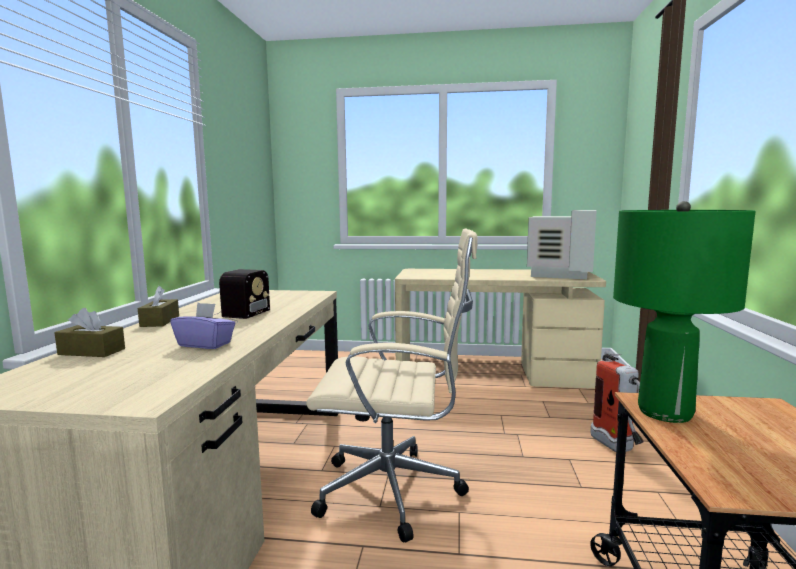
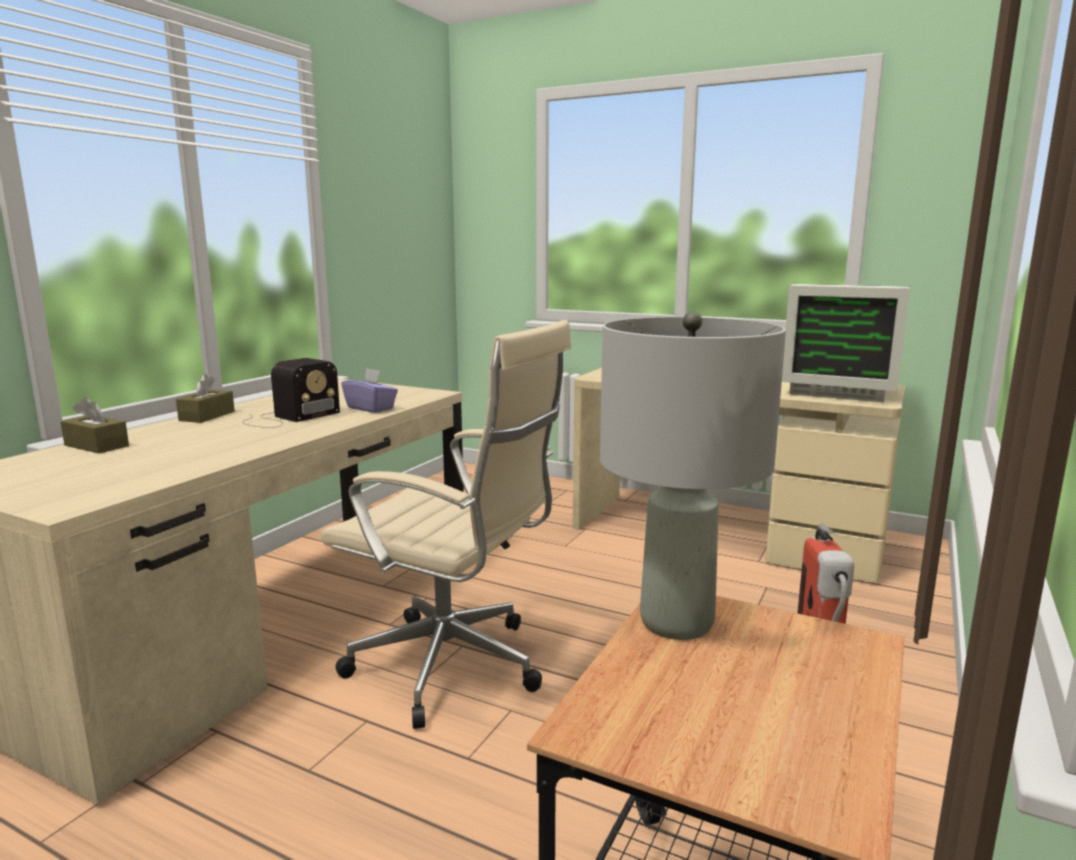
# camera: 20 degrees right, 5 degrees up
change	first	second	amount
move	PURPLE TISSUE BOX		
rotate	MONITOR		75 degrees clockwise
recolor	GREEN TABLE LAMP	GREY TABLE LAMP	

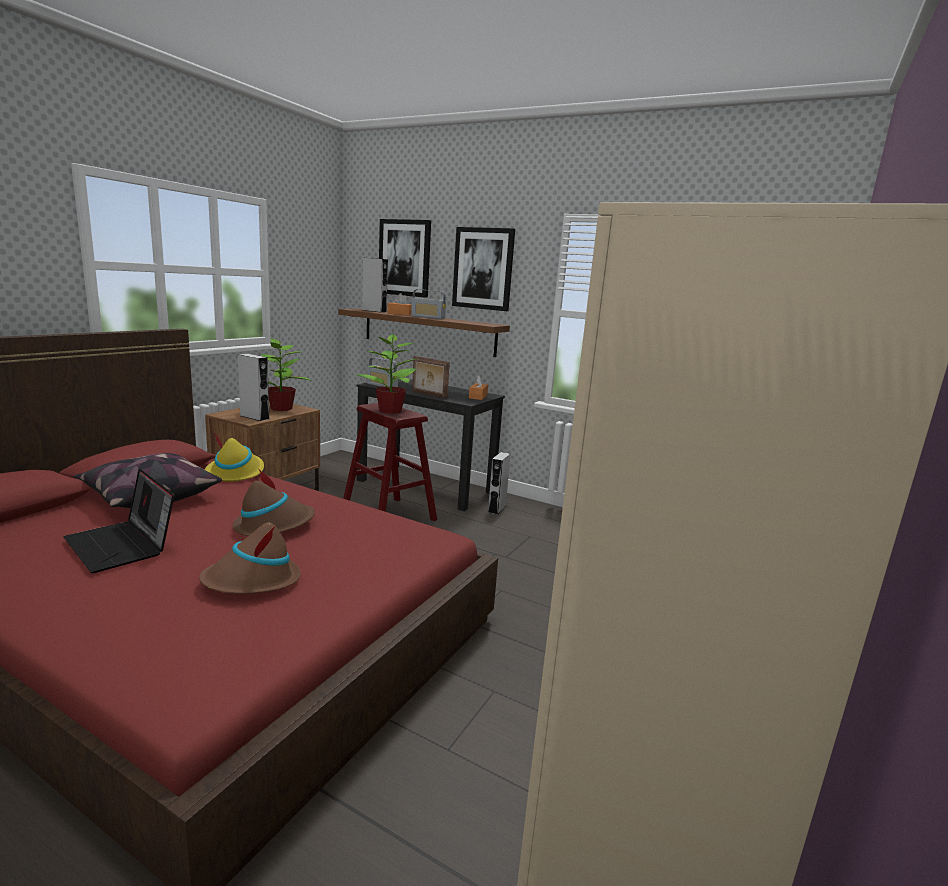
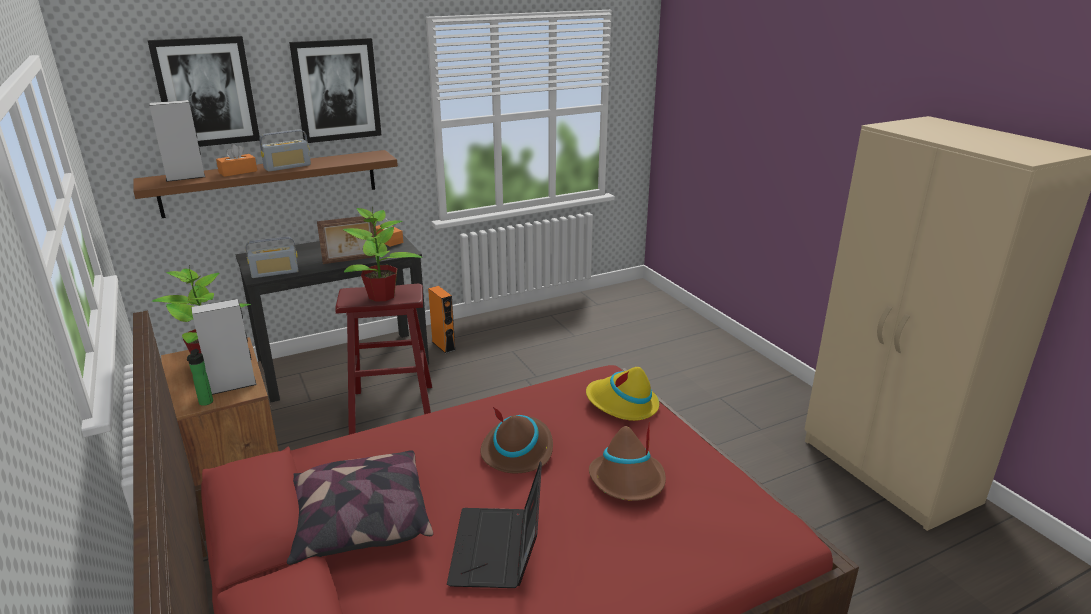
# camera: 55 degrees left, 10 degrees up
change	first	second	amount
rotate	LAPTOP		105 degrees clockwise
move	YELLOW HAT		
recolor	GREY SPEAKER (3rd from left)	ORANGE SPEAKER	
insert		BOTTLE	

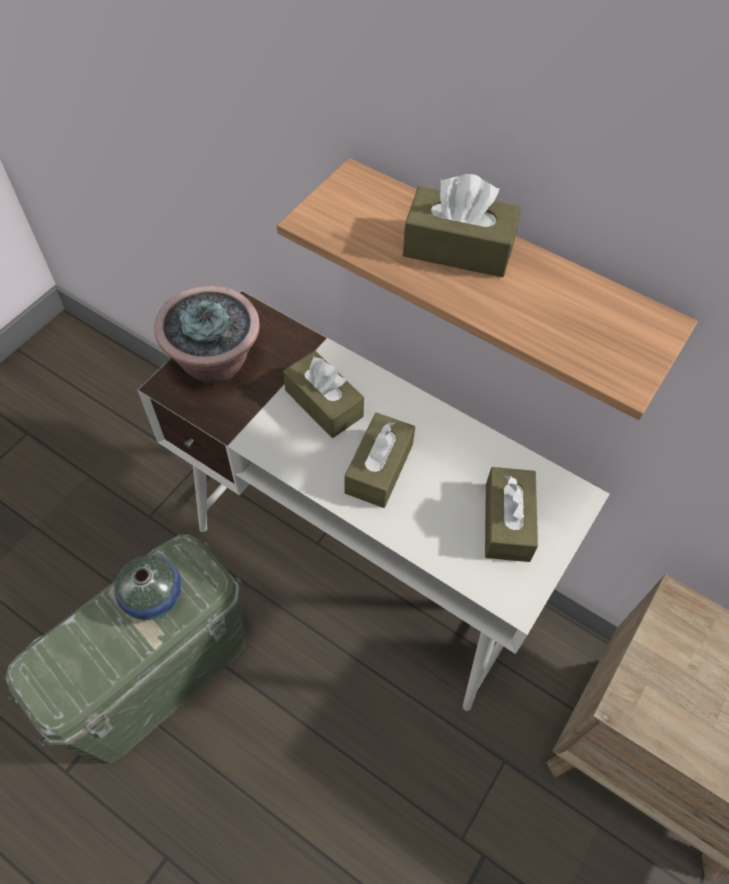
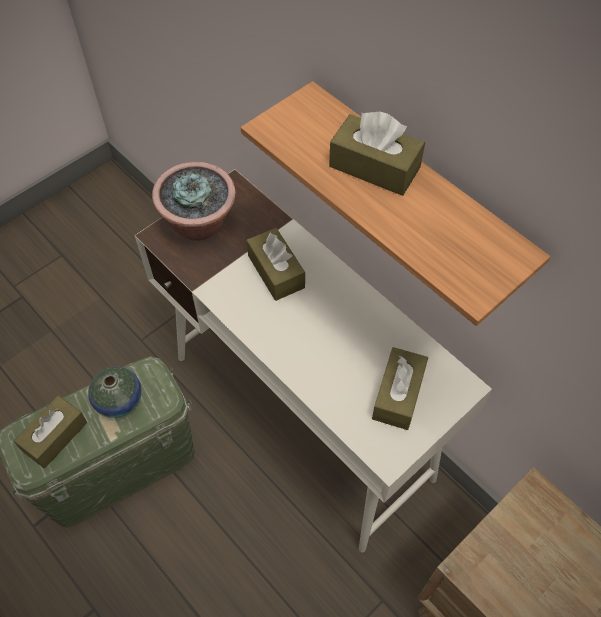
# camera: 15 degrees right, 0 degrees up
change	first	second	amount
move	BROWN TISSUE BOX (2nd from left in the first image)	BROWN TISSUE BOX (1st from left)	

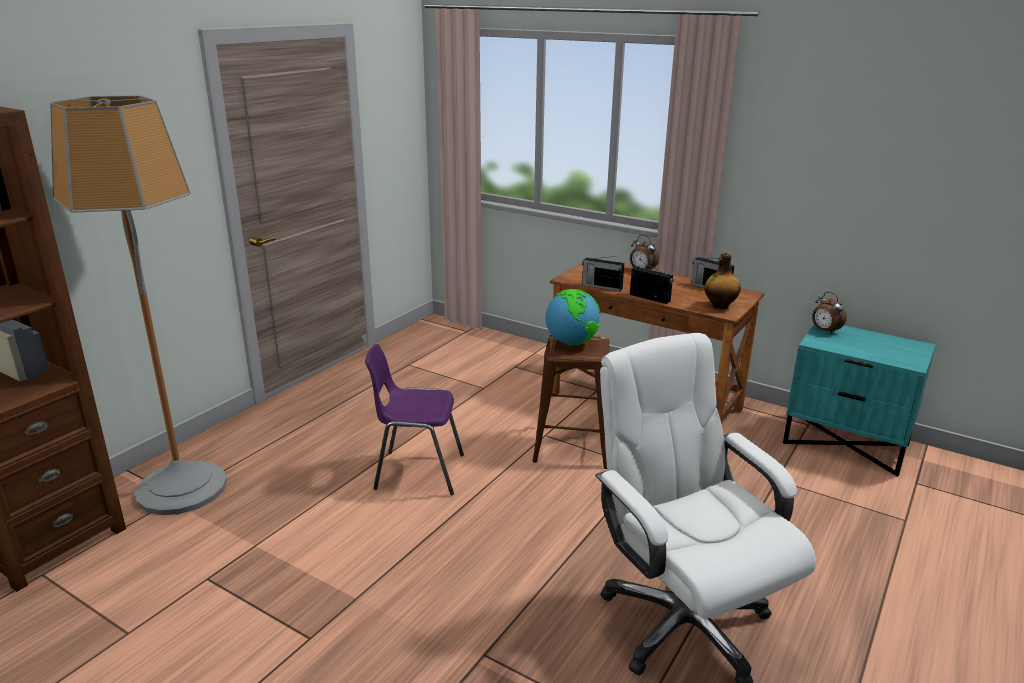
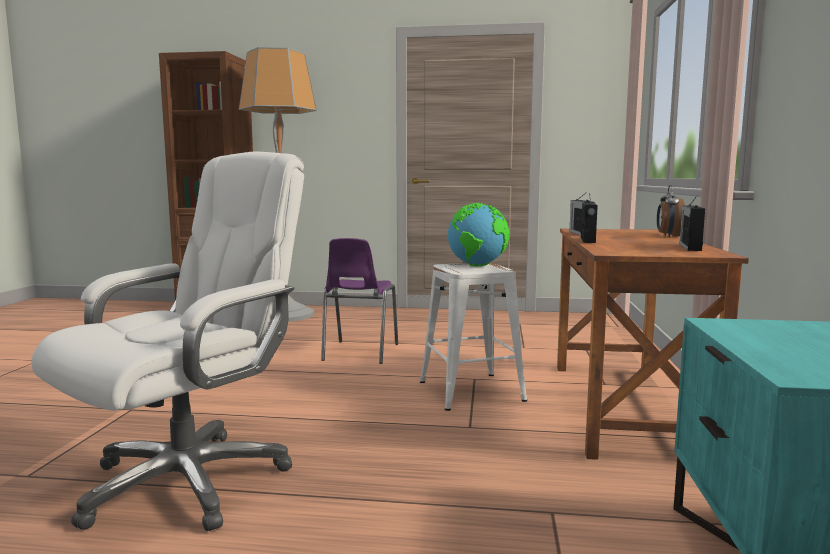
# camera: 65 degrees right, 15 degrees down
change	first	second	amount
rotate	PURPLE CHAIR		150 degrees counterclockwise
recolor	BROWN STOOL	WHITE STOOL	
delete	BOTTLE		
delete	ALARM CLOCK (2nd from left)		

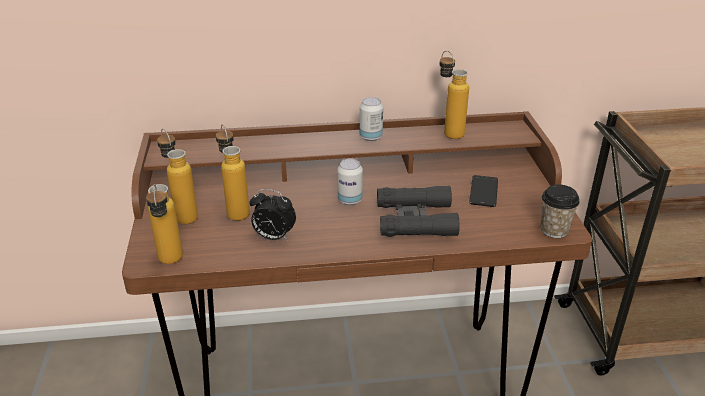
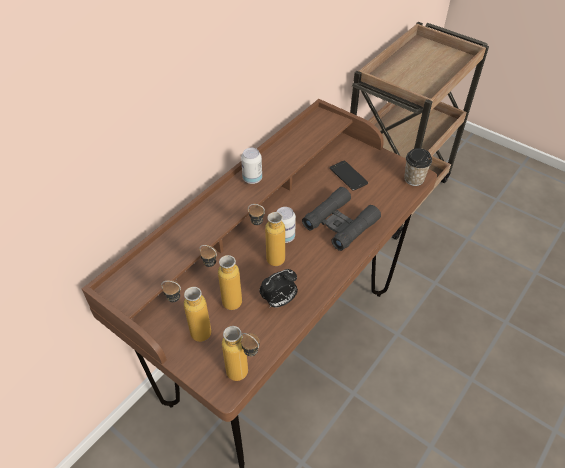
# camera: 45 degrees left, 15 degrees up
change	first	second	amount
move	BOTTLE (4th from left)		

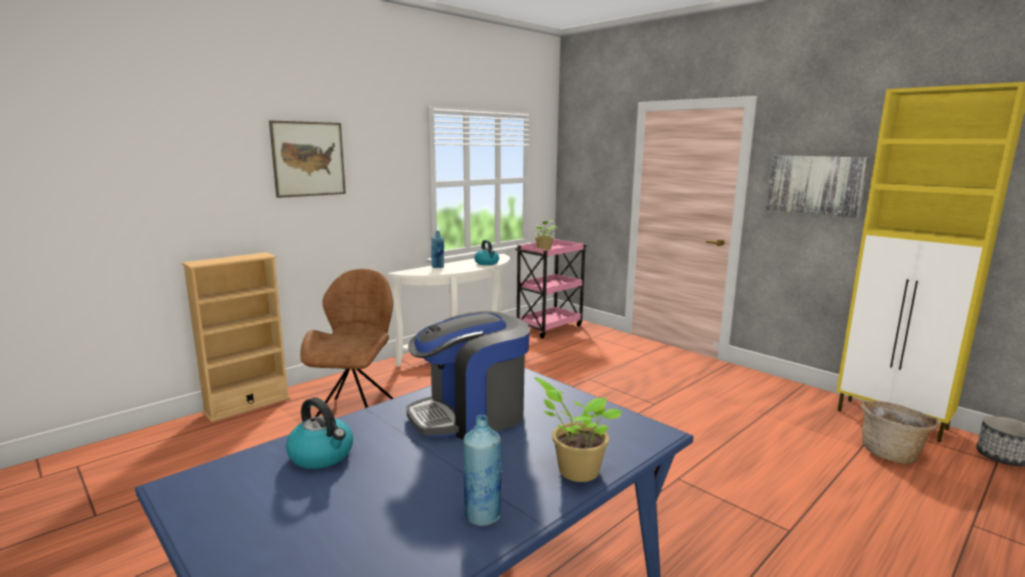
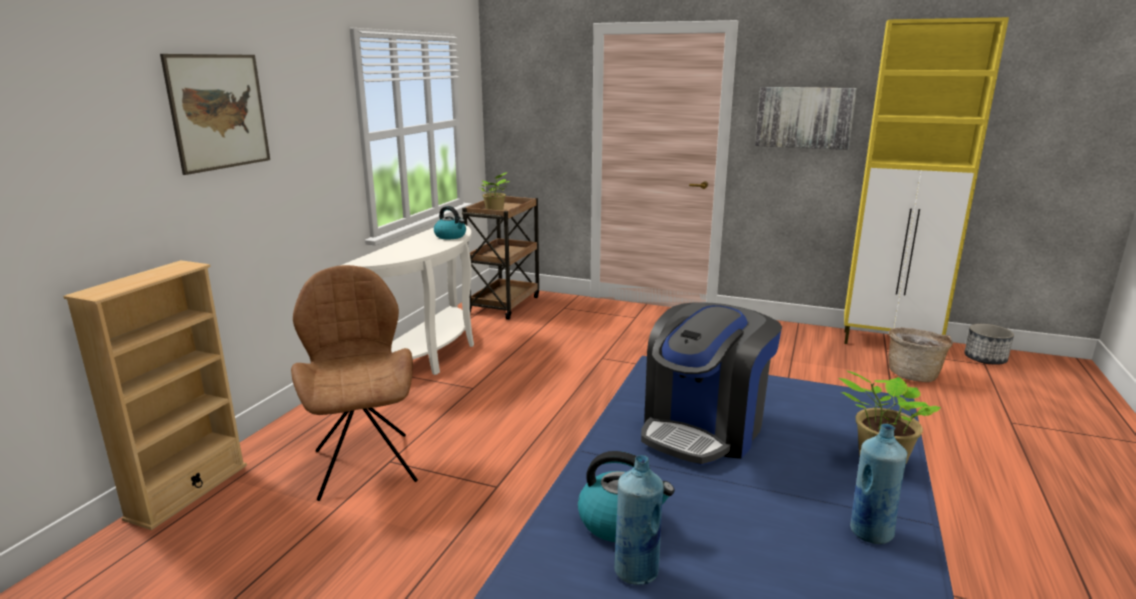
# camera: 25 degrees left, 5 degrees up
change	first	second	amount
move	BLUE BOTTLE (1st from left)		
recolor	PINK CART	BROWN CART	

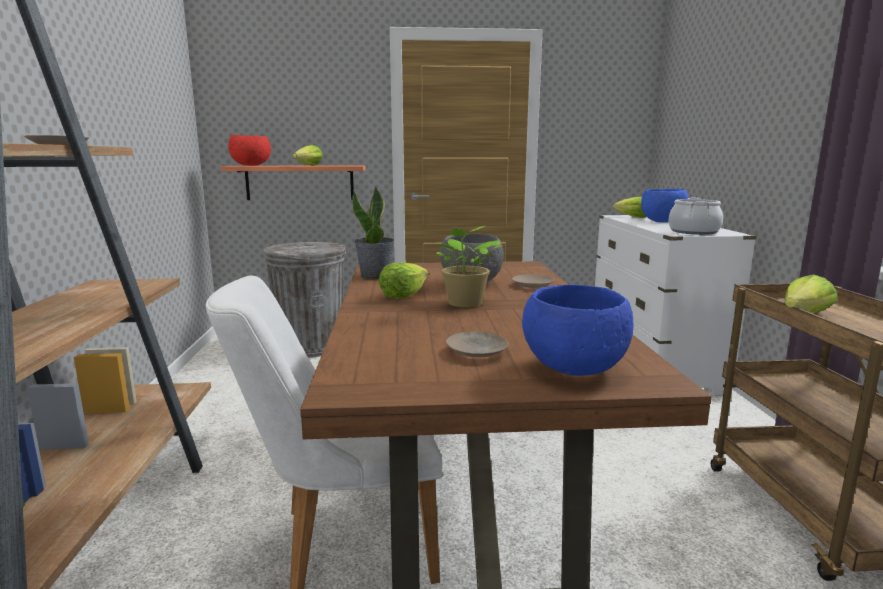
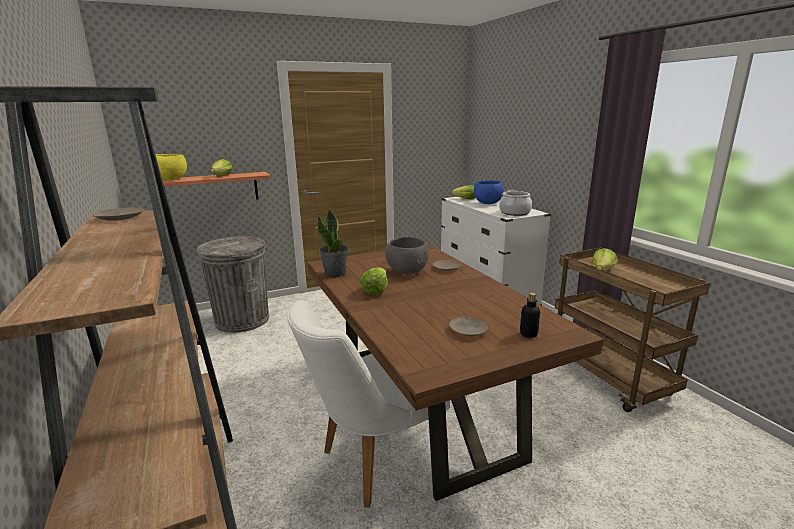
# camera: 20 degrees left, 5 degrees up
change	first	second	amount
recolor	RED BOWL	YELLOW BOWL	
delete	POTTED PLANT (2nd from left)		
replace	BLUE BOWL (1st from left)	BOTTLE	

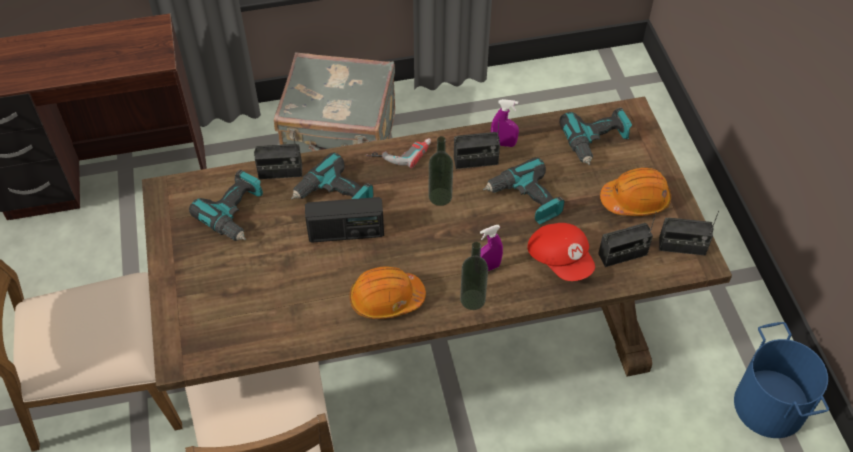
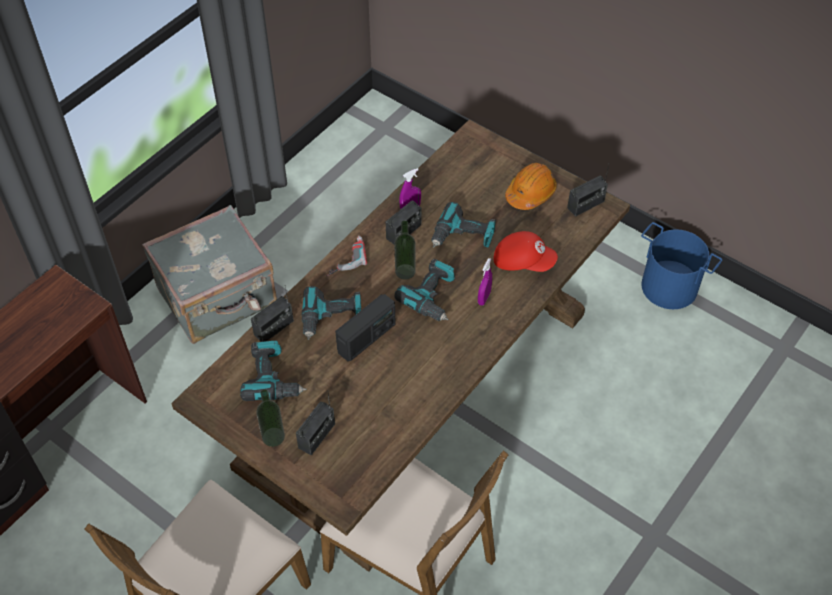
# camera: 40 degrees left, 0 degrees up
change	first	second	amount
delete	ORANGE HARD HAT (1st from left)		
move	BOTTLE (2nd from left in the first image)	BOTTLE (1st from left)	
move	POWER DRILL (5th from left in the first image)	POWER DRILL (4th from left)	
move	RADIO (4th from left in the first image)	RADIO (2nd from left)	

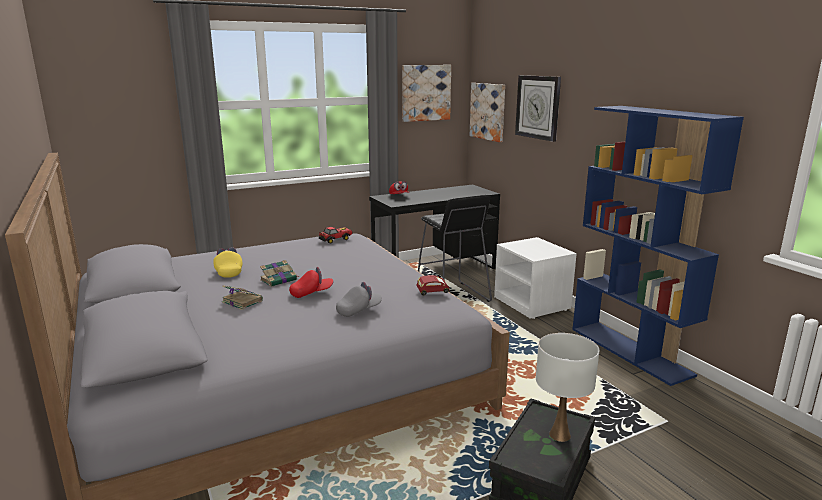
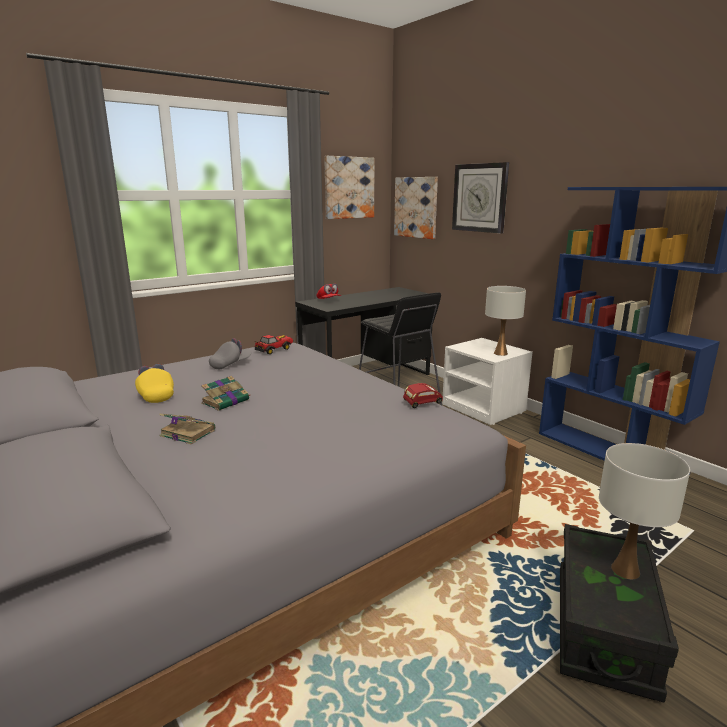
# camera: 10 degrees left, 0 degrees up
change	first	second	amount
delete	RED CAP (1st from left)		
move	GREY CAP		
insert		WHITE TABLE LAMP (1st from left)	

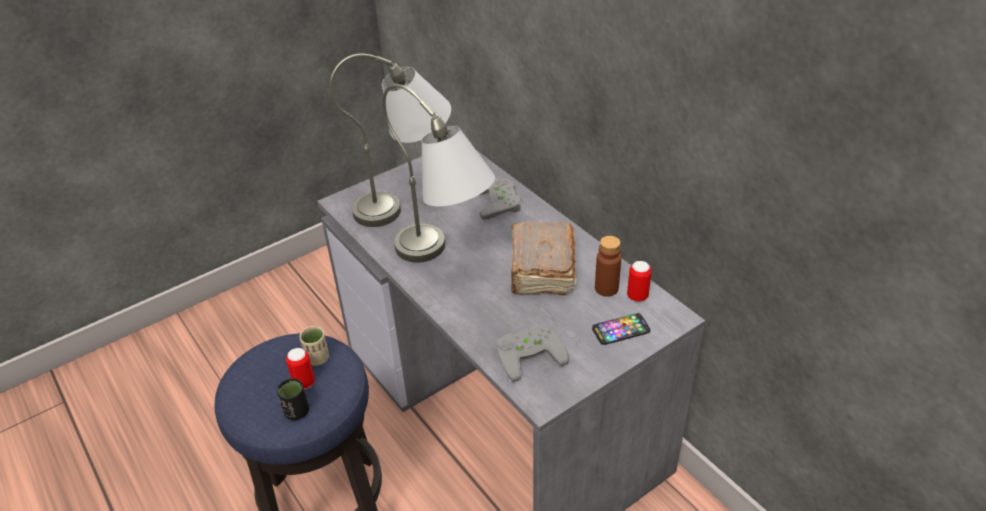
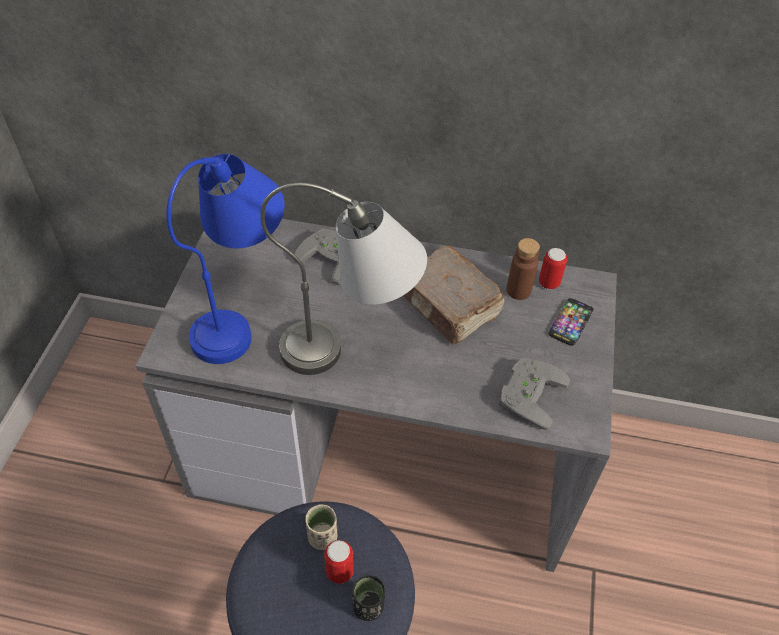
# camera: 45 degrees left, 10 degrees up
change	first	second	amount
recolor	GREY TABLE LAMP (1st from left)	BLUE TABLE LAMP	

